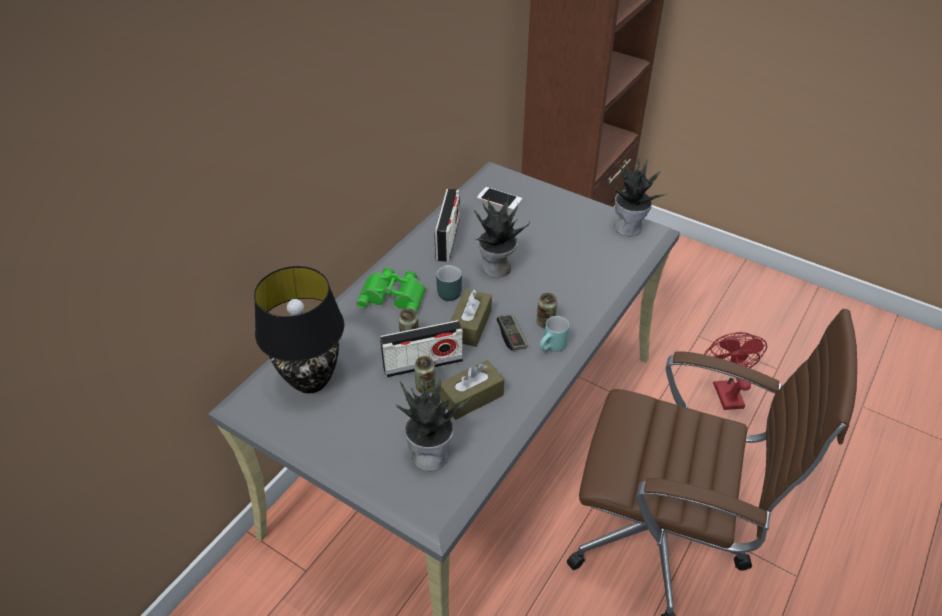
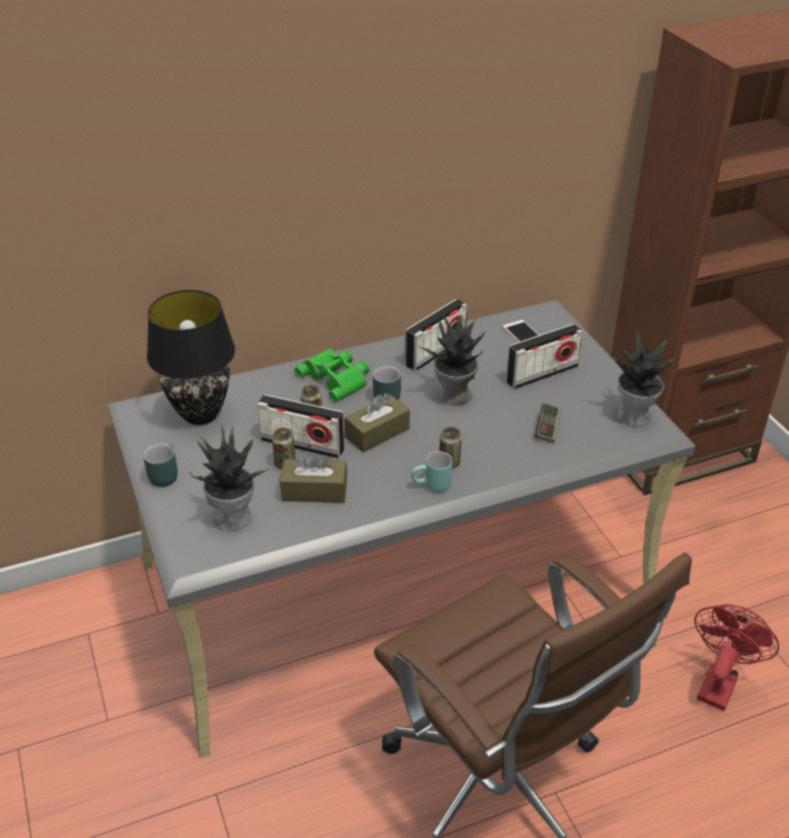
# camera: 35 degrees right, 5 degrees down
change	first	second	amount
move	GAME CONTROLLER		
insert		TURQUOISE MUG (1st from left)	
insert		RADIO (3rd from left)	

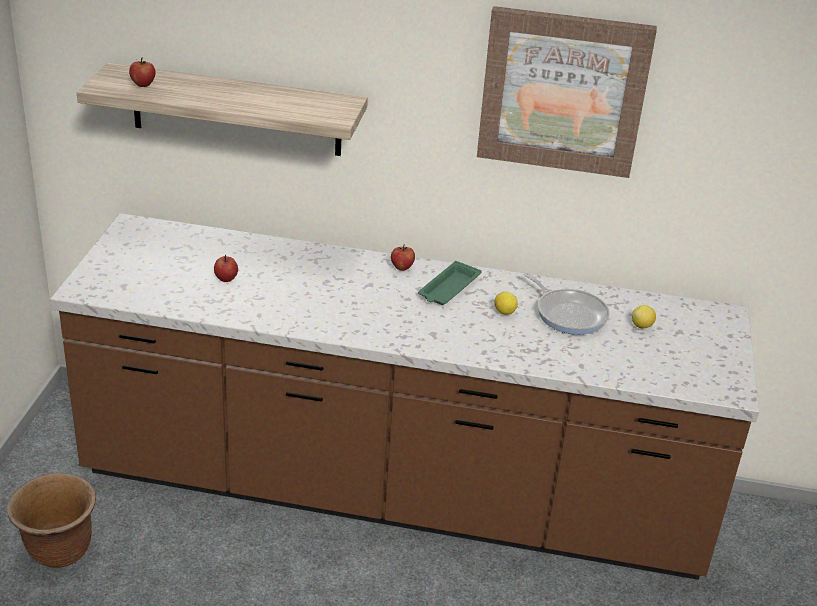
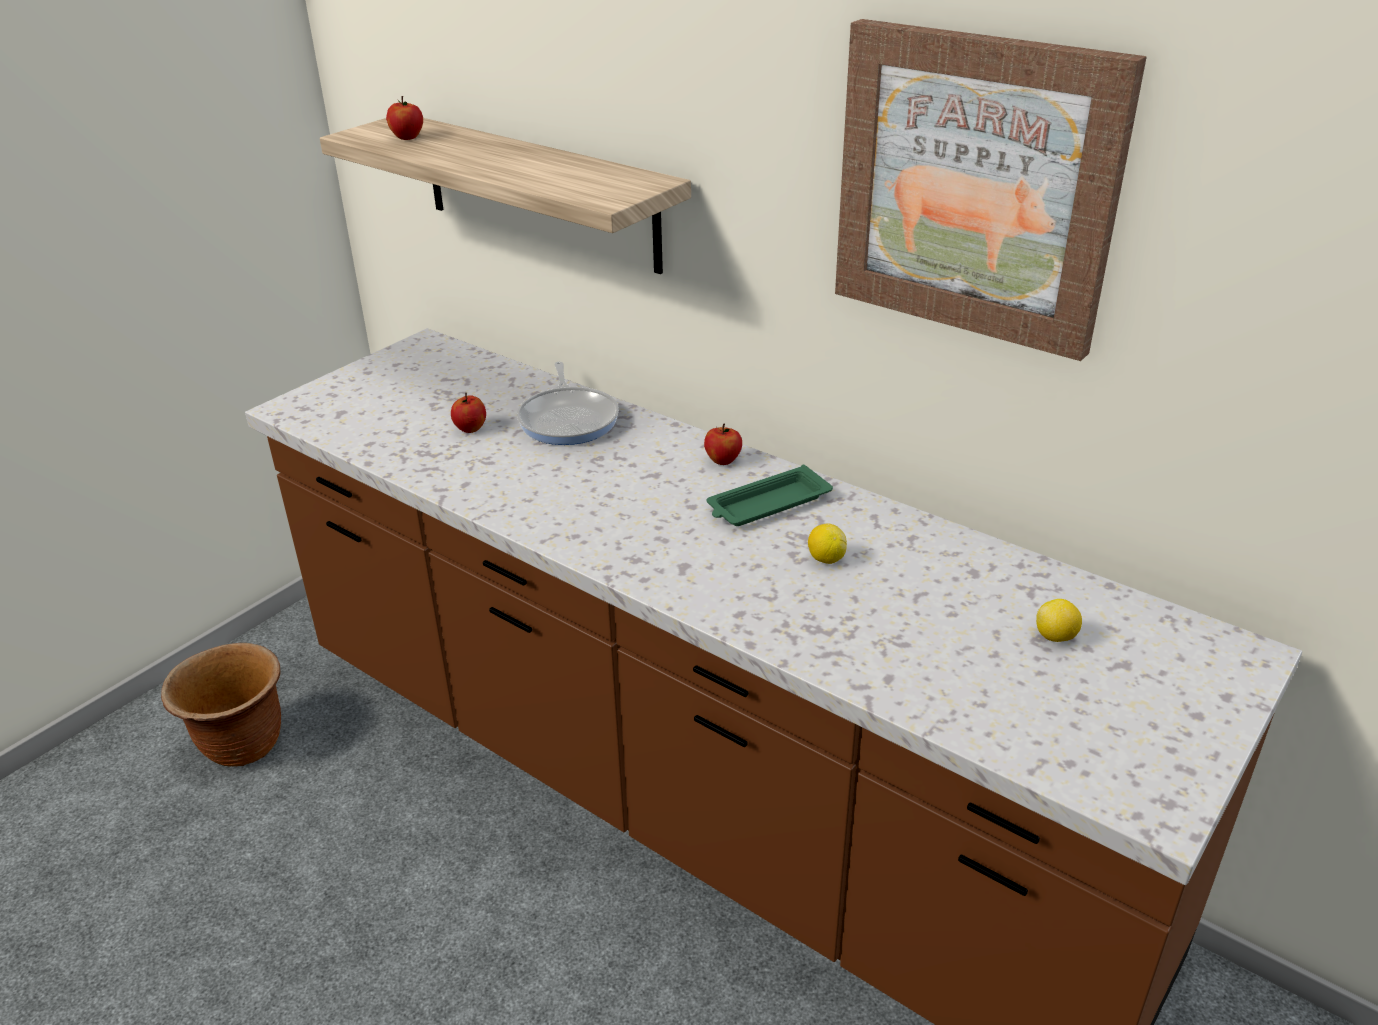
# camera: 30 degrees right, 0 degrees up
change	first	second	amount
move	FRYING PAN		

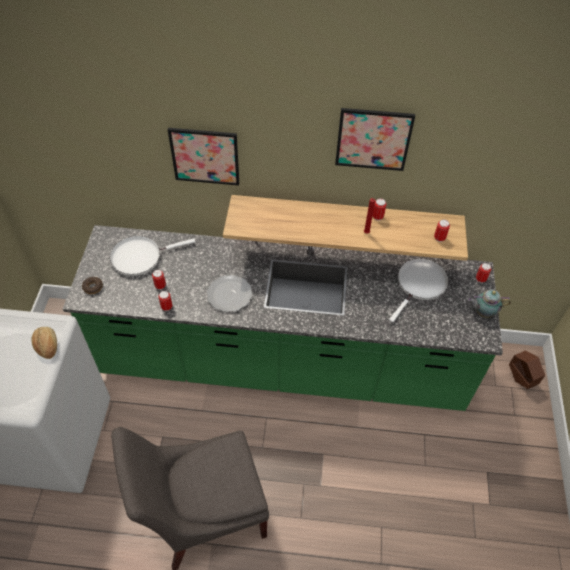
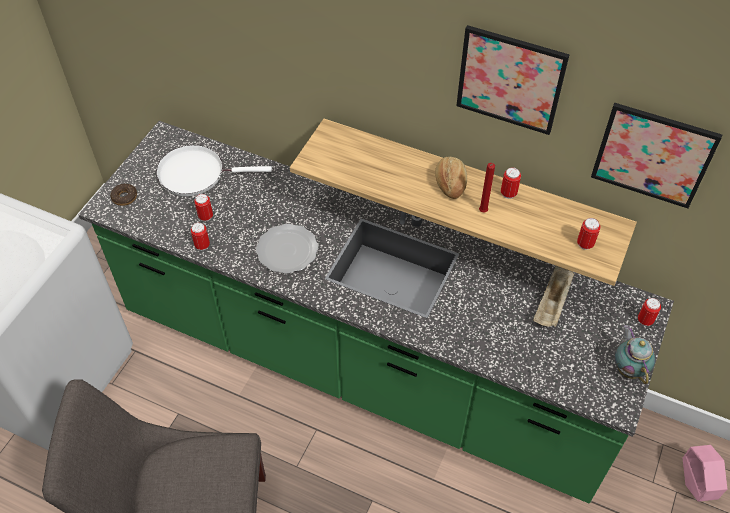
# camera: 20 degrees right, 0 degrees up
change	first	second	amount
move	BREAD		
move	PICTURE (1st from left in the first image)	PICTURE (2nd from left)	
replace	WHITE FRYING PAN (2nd from left)	BEIGE TRAY	
rotate	TEAPOT		60 degrees clockwise
recolor	BROWN PLANTER	PINK PLANTER	

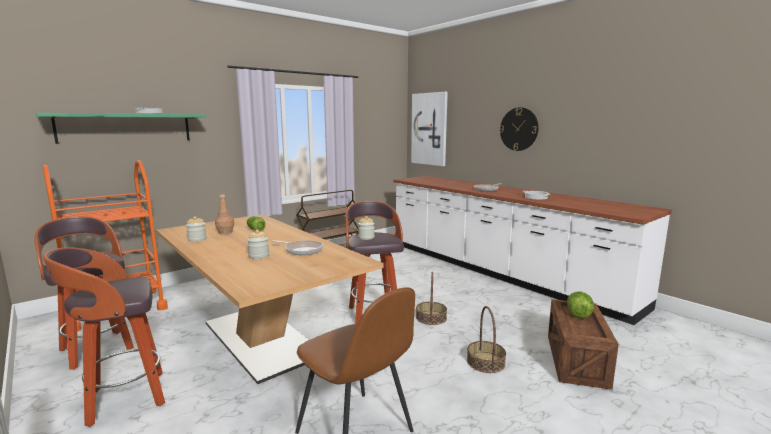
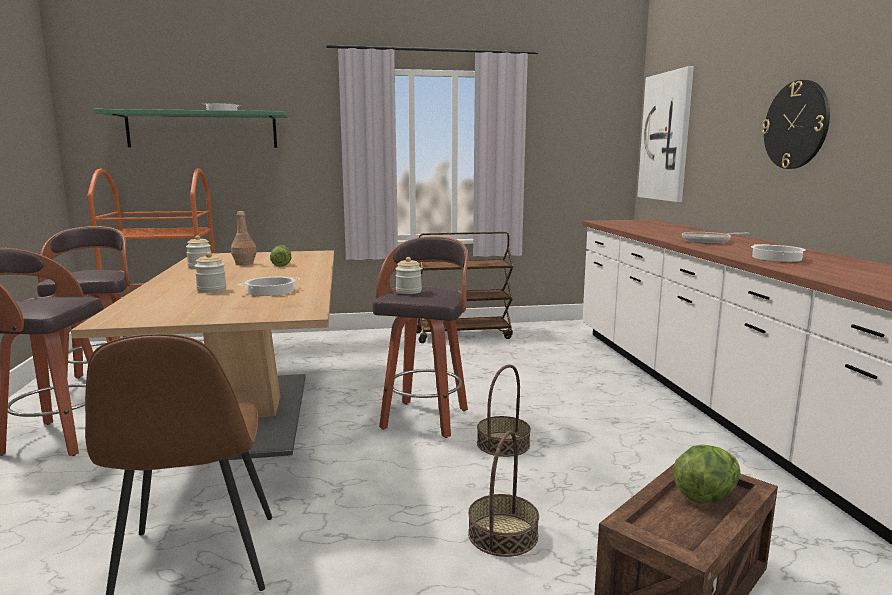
# camera: 30 degrees right, 0 degrees up
change	first	second	amount
replace	FRYING PAN (1st from left)	COOKING POT (2nd from left)	

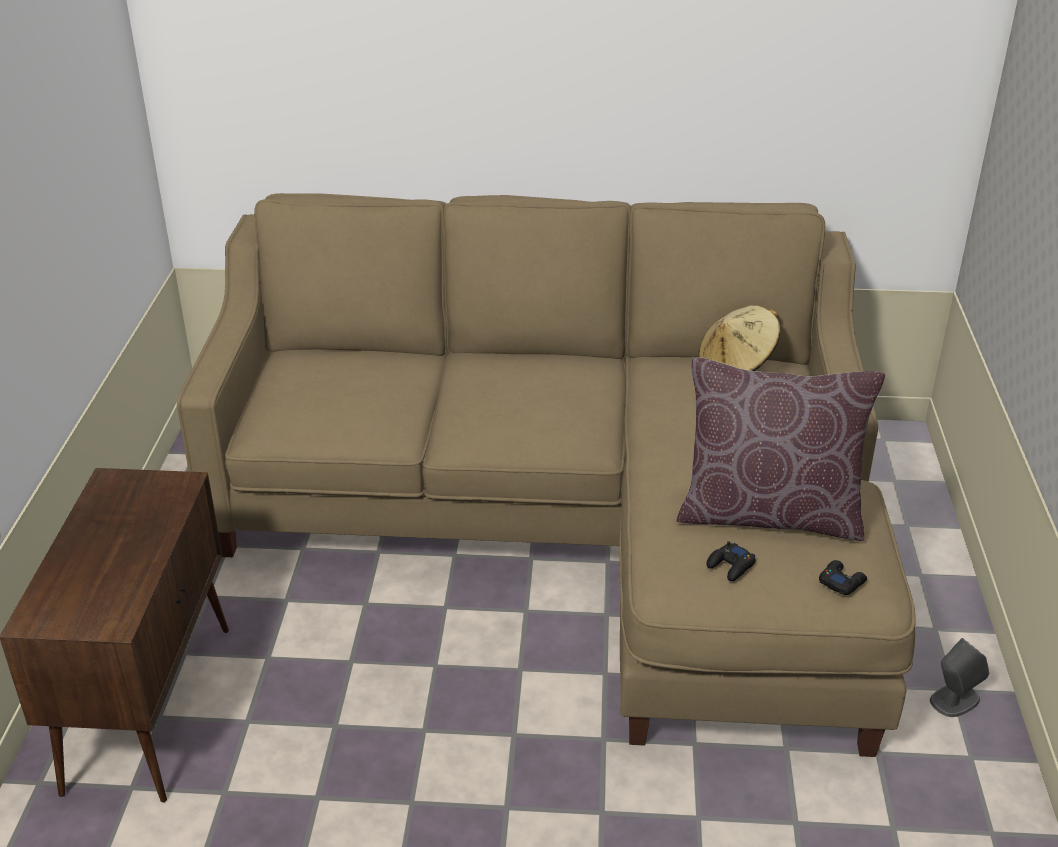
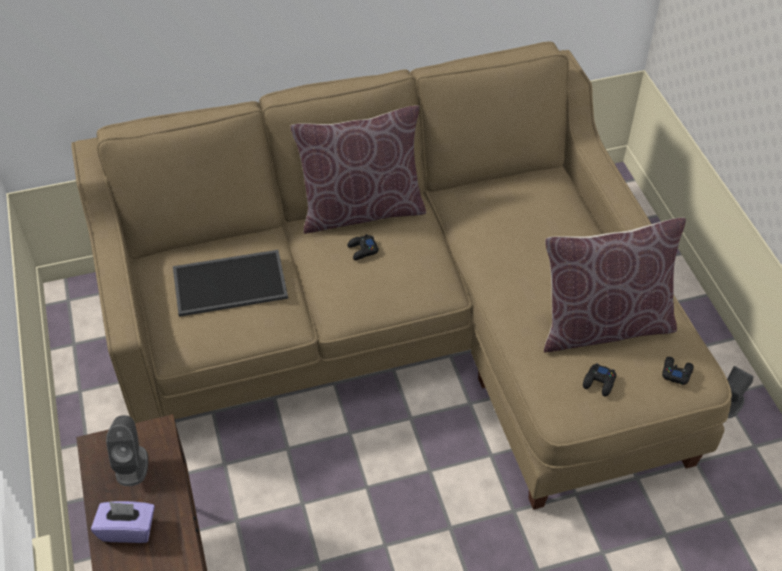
# camera: 20 degrees left, 15 degrees up
change	first	second	amount
delete	BEIGE HAT		
insert		PURPLE TISSUE BOX	
insert		GREY SPEAKER (1st from left)	
insert		TRAY	
insert		BROWN PILLOW (1st from left)	
insert		BLACK GAME CONTROLLER (1st from left)	

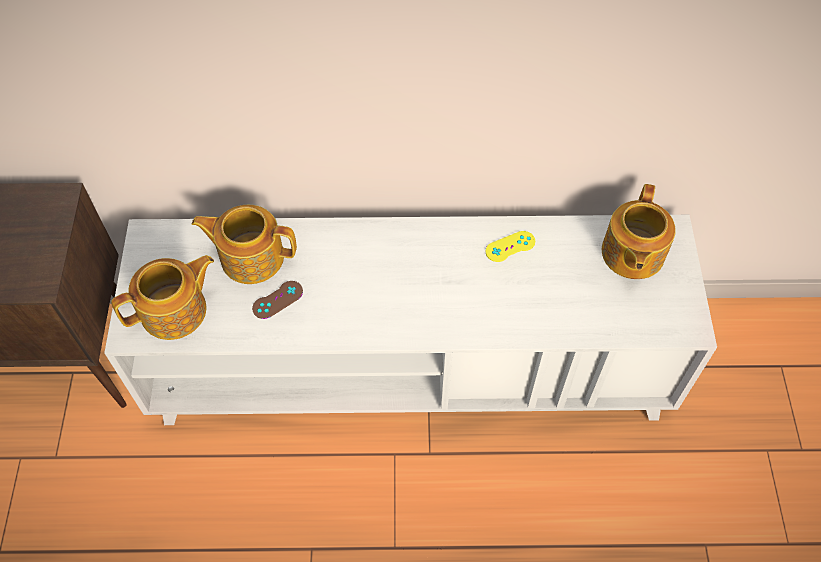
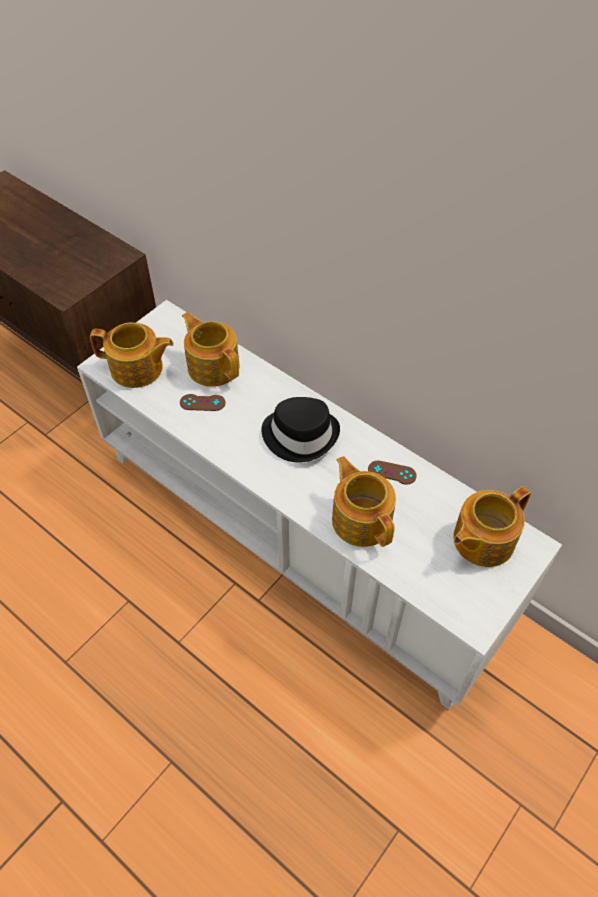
# camera: 40 degrees right, 5 degrees down
change	first	second	amount
recolor	YELLOW GAME CONTROLLER	BROWN GAME CONTROLLER (2nd from left)	
insert		BLACK HAT	
insert		TEAPOT (3rd from left)	

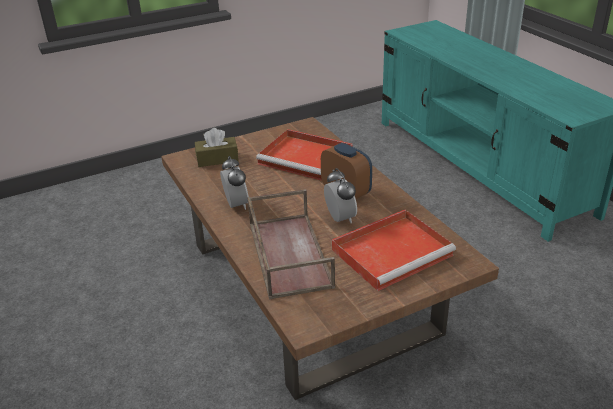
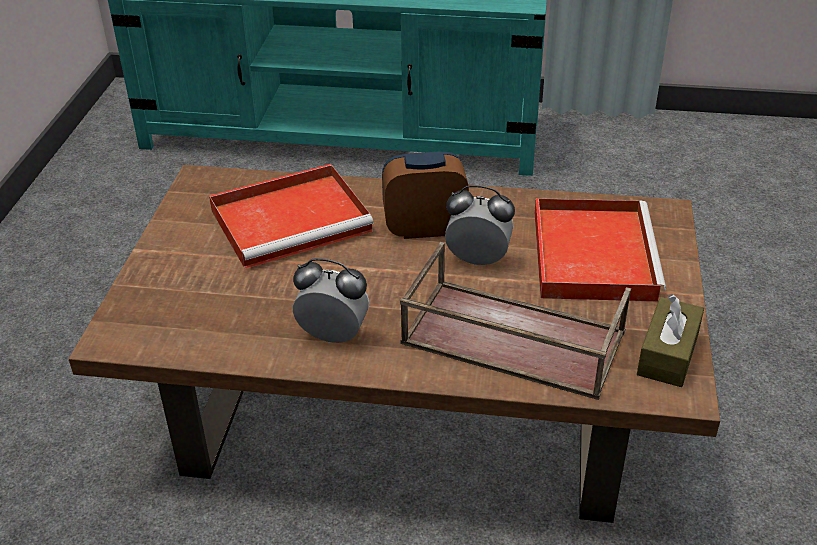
# camera: 55 degrees left, 5 degrees up
change	first	second	amount
move	BROWN TISSUE BOX		

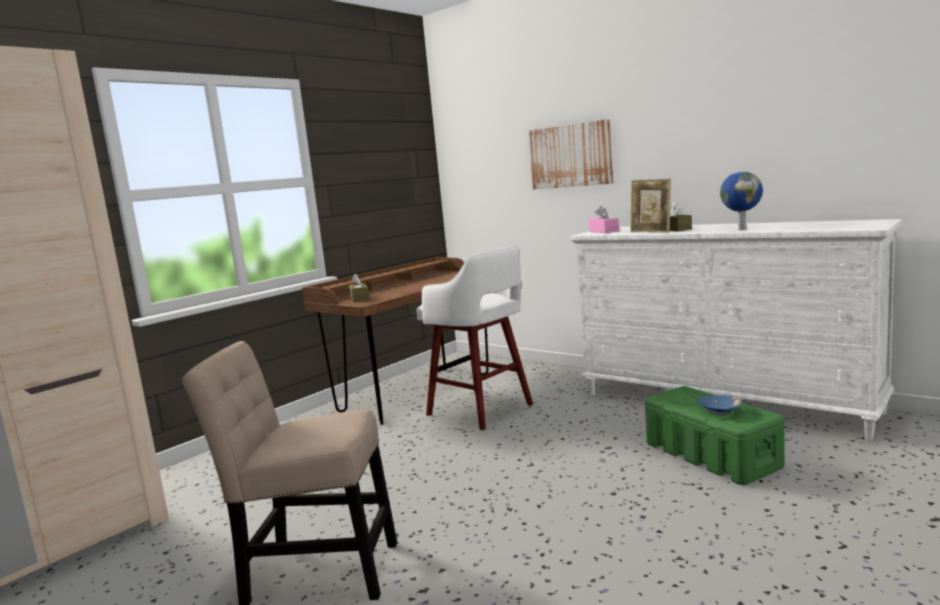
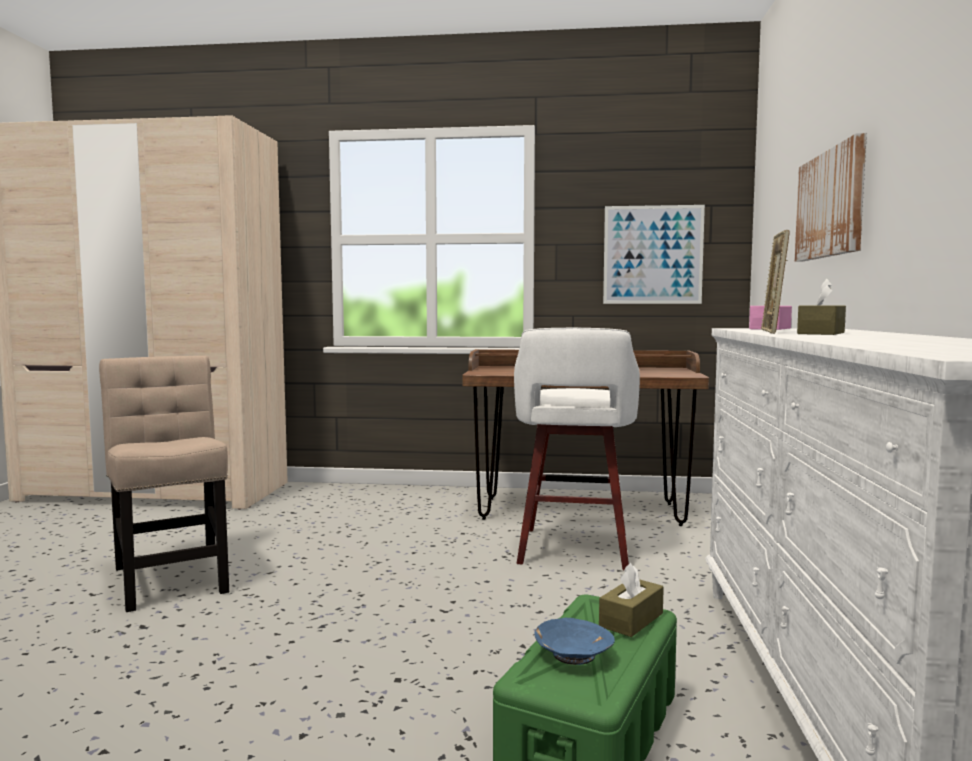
# camera: 55 degrees right, 5 degrees down
change	first	second	amount
move	BROWN TISSUE BOX (1st from left)		
delete	GLOBE		
insert		PICTURE (1st from left)	

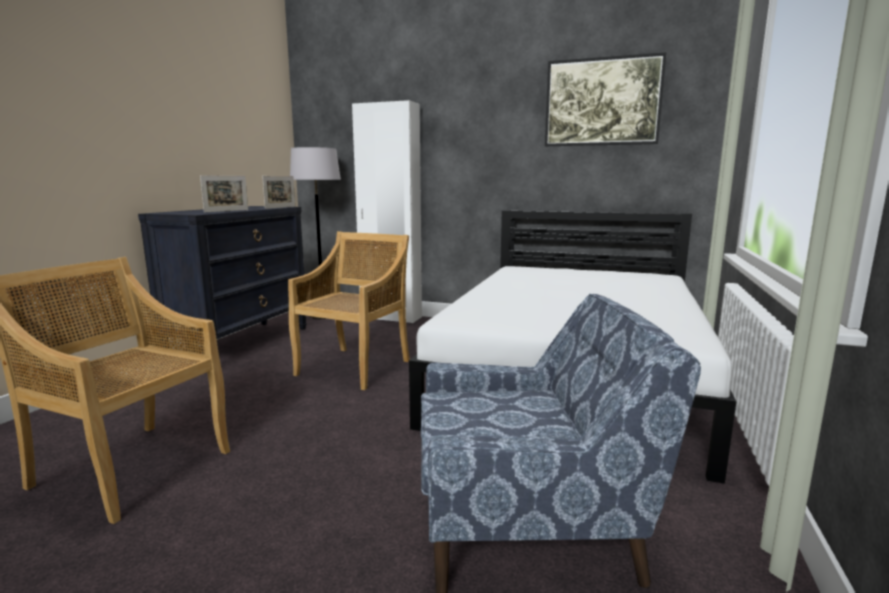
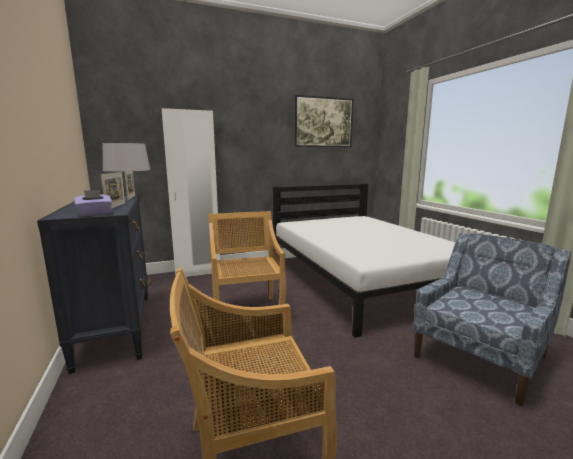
# camera: 40 degrees left, 0 degrees up
change	first	second	amount
insert		PURPLE TISSUE BOX	

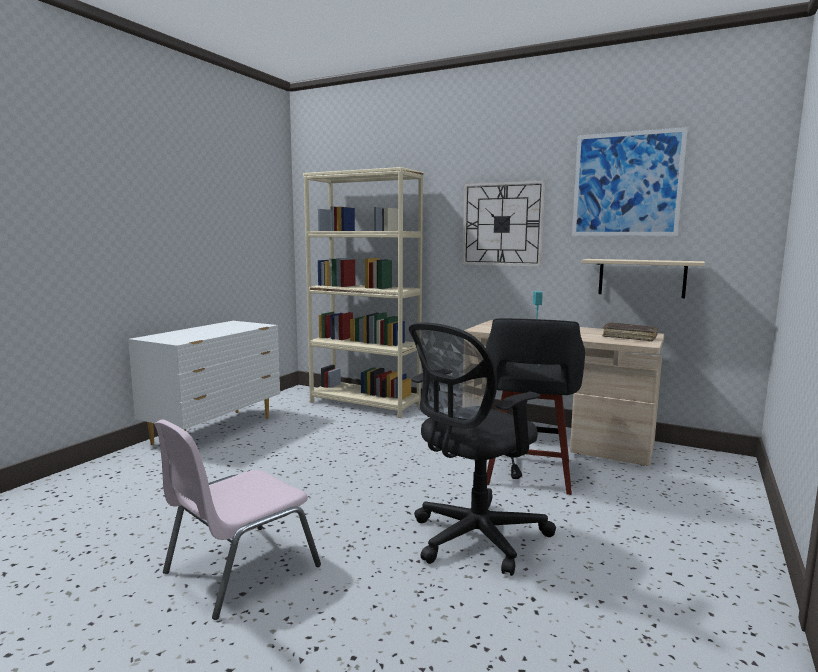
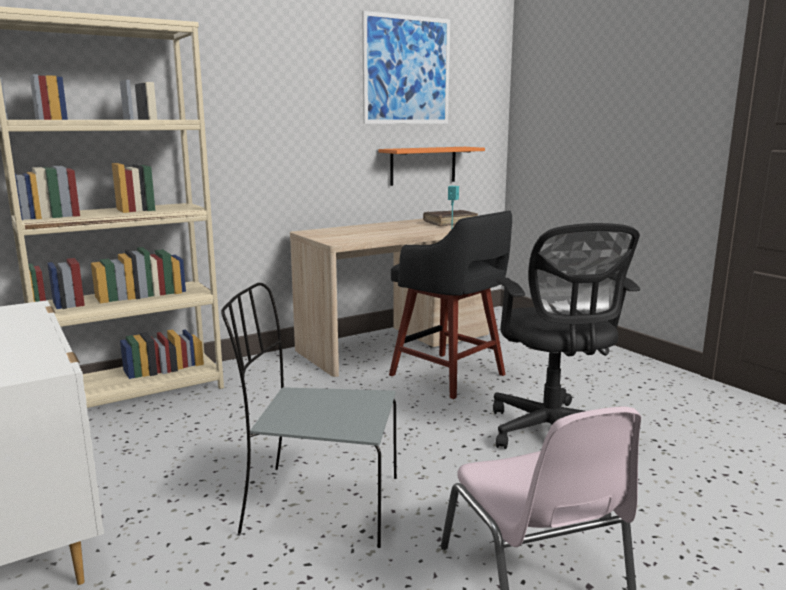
# camera: 60 degrees left, 5 degrees up
change	first	second	amount
delete	WALL CLOCK		
recolor	BEIGE SHELF	ORANGE SHELF	
insert		GREY CHAIR	

